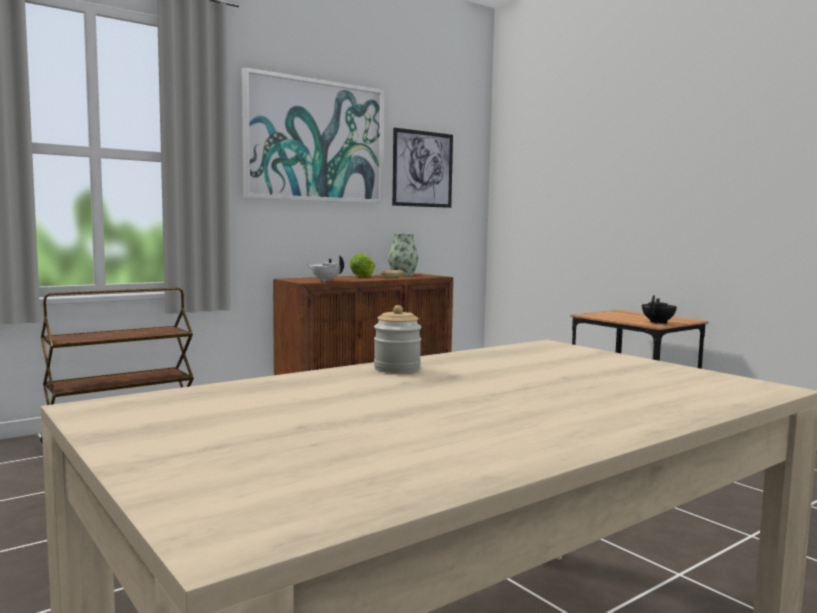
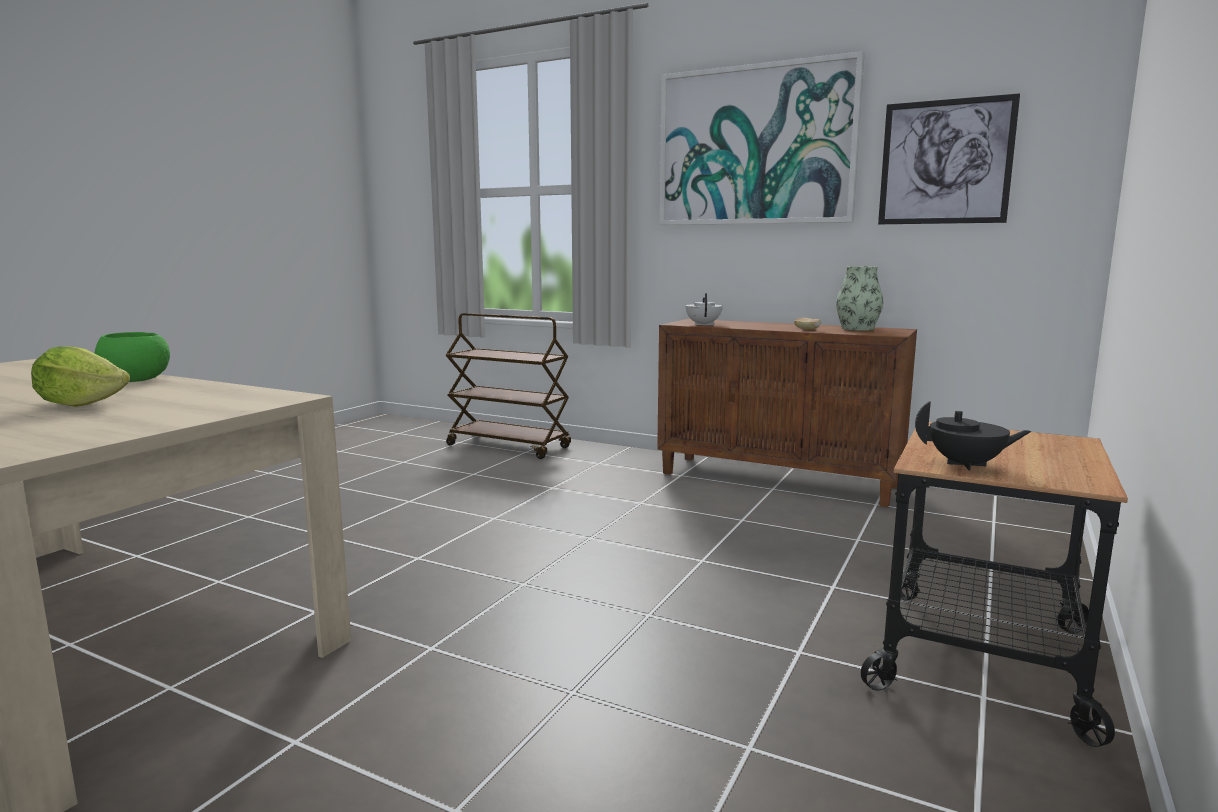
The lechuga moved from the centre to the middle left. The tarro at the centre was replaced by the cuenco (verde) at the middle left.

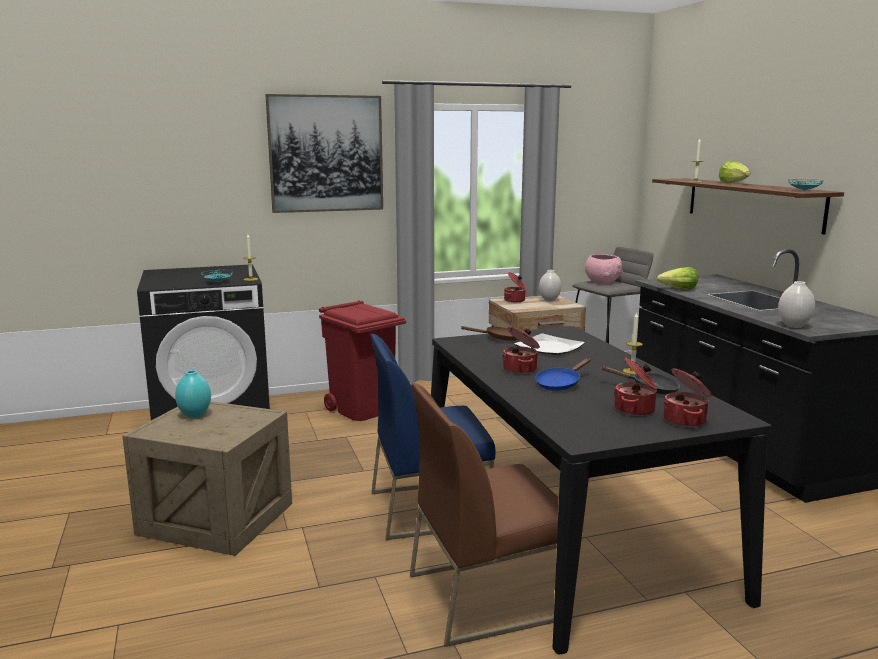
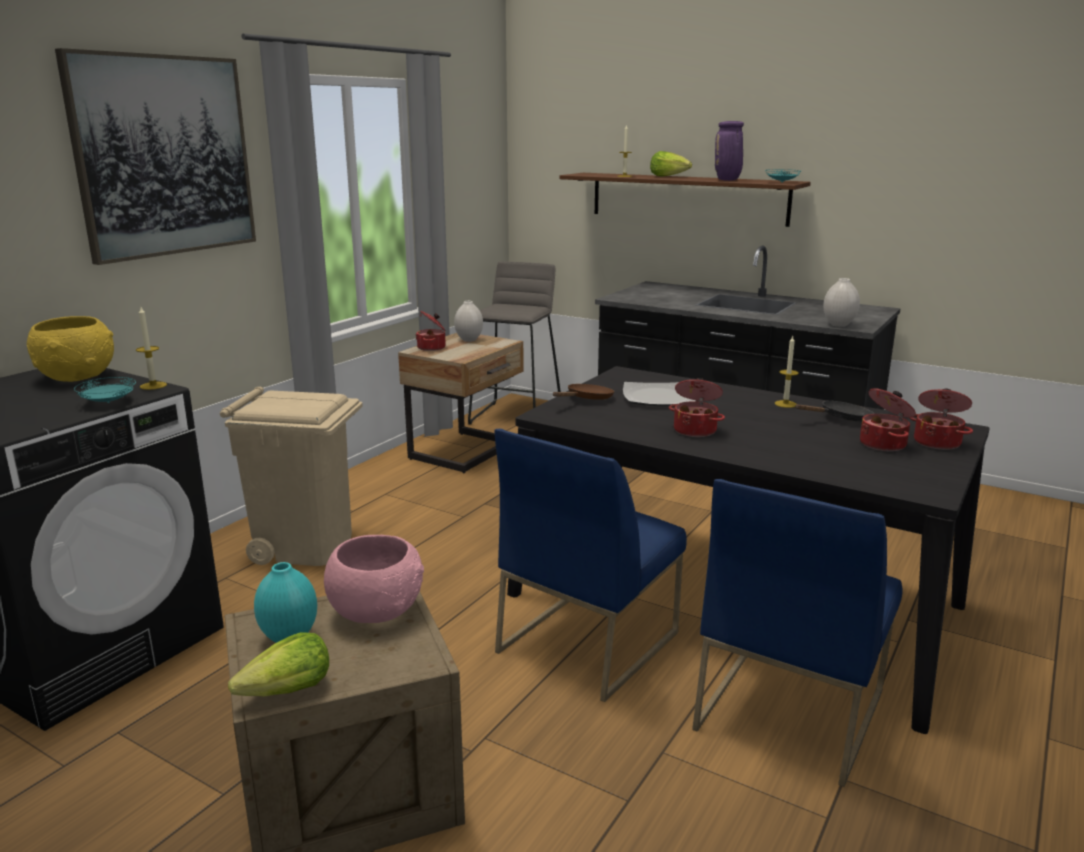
The cuenco (amarillo) at the middle left appeared. The papelera (rojo) at the centre became the papelera (beis) at the middle left. The lechuga (no. 1 from left) moved from the middle right to the bottom left. The cuenco (rosa) moved from the middle right to the bottom centre. The silla (marrón) at the bottom centre became the silla (azul) (no. 2 from left) at the bottom right. The florero (morado) at the top right appeared. The sartén (azul) at the centre disappeared.

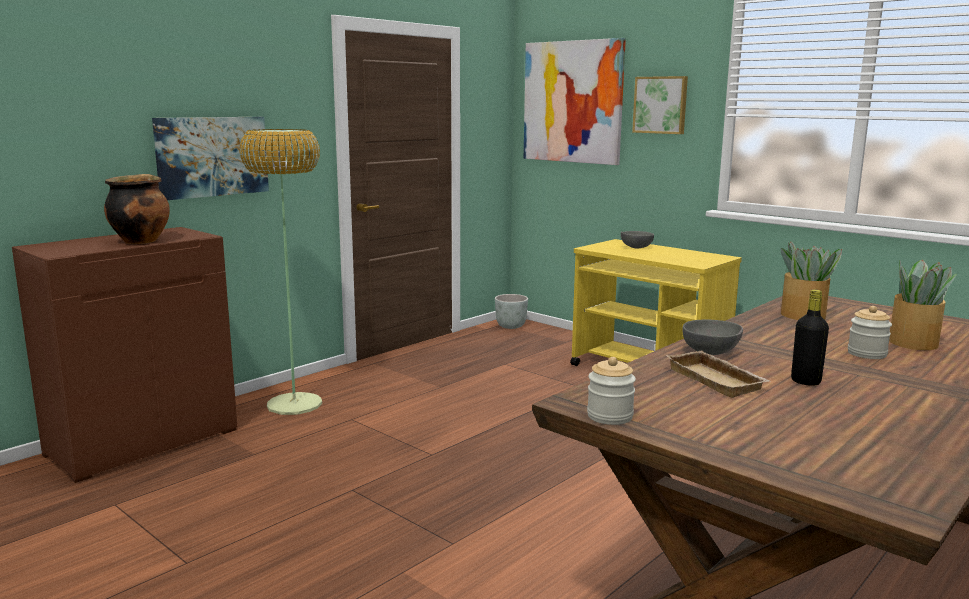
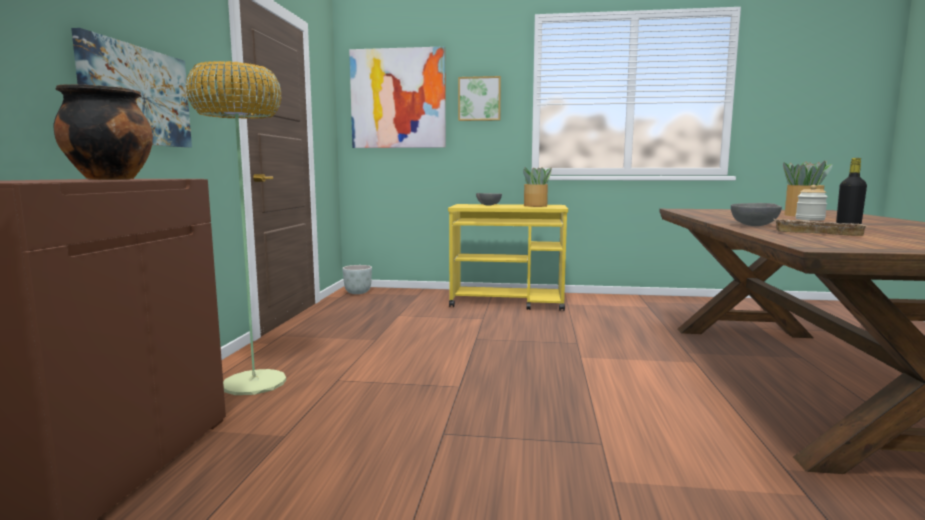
The planta en maceta (no. 1 from left) moved from the middle right to the centre. The tarro (no. 1 from left) at the centre disappeared.

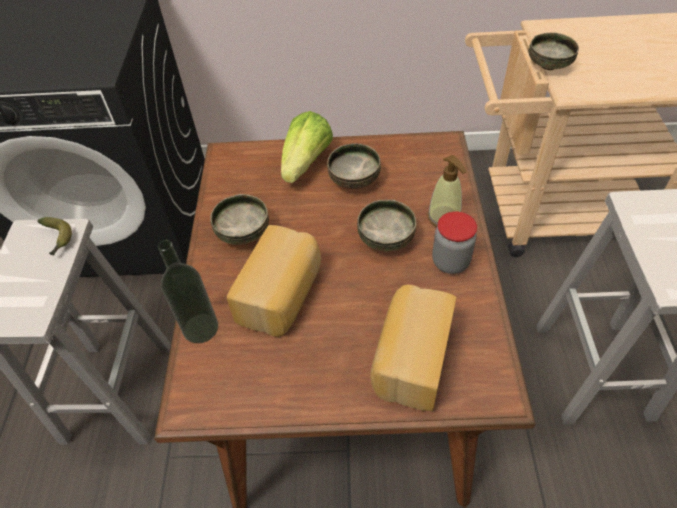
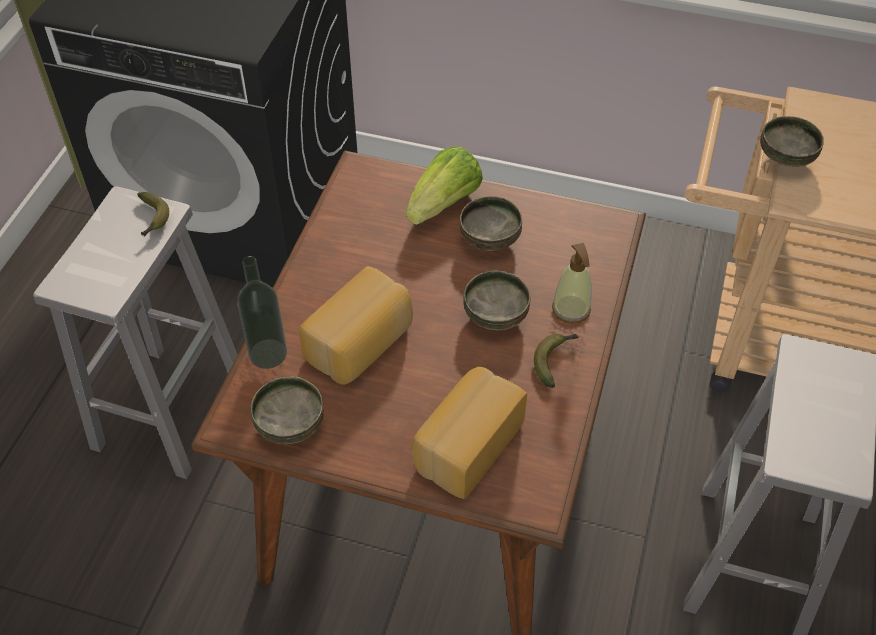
The cuenco (no. 1 from left) moved from the centre to the middle left. The tarro at the middle right was replaced by the plátano (no. 2 from left) at the centre.

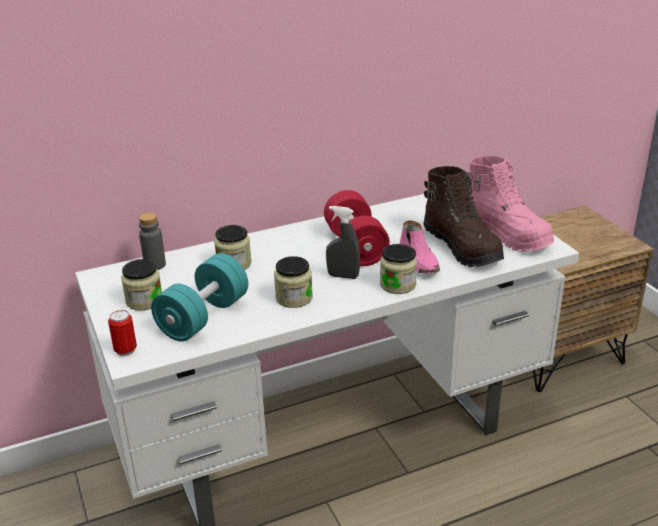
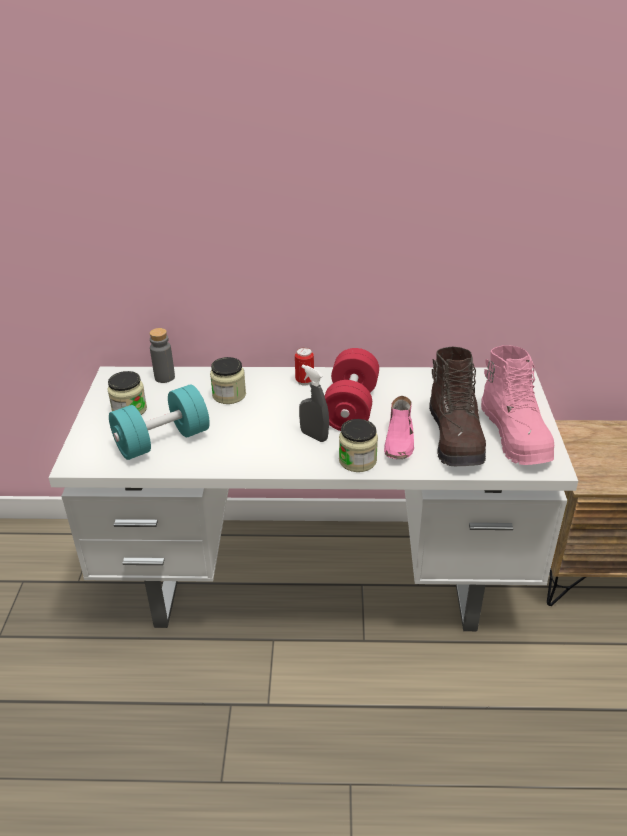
The lata moved from the middle left to the centre. The tarro (no. 3 from left) at the centre disappeared.

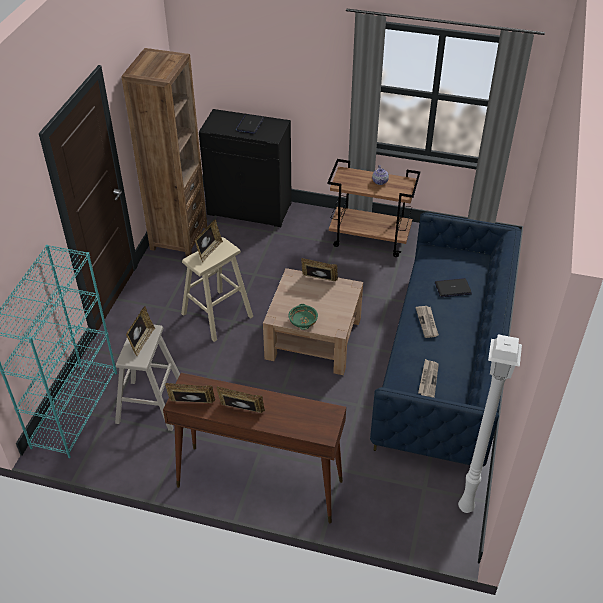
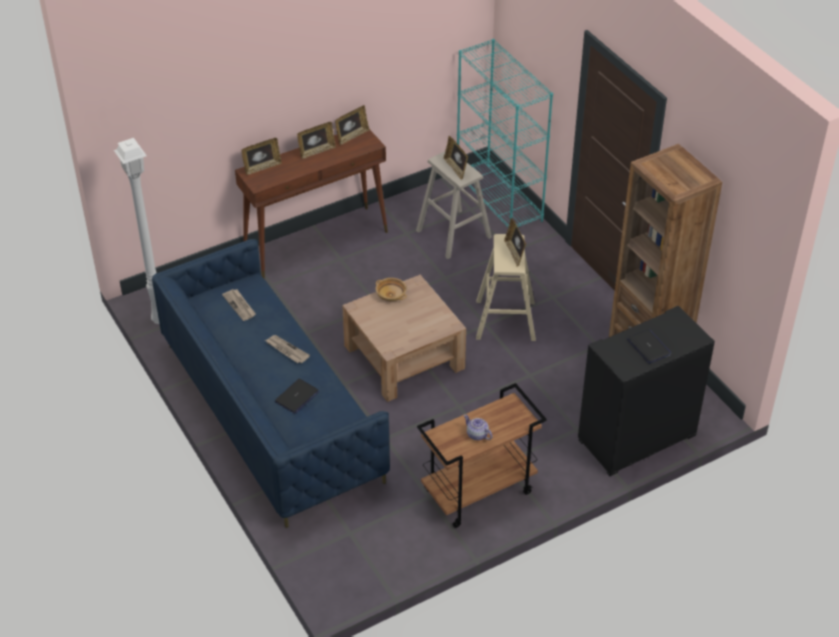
The portarretratos (no. 5 from left in the first image) moved from the centre to the top left. The cuenco (verde) at the centre became the cuenco (beis) at the centre.

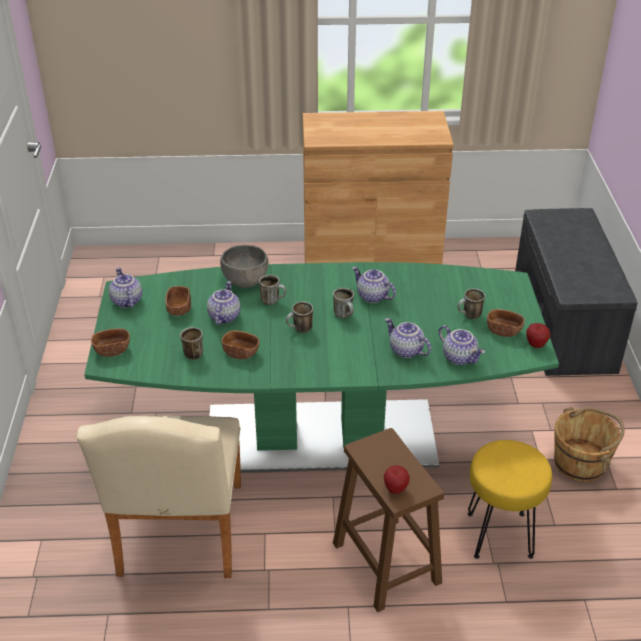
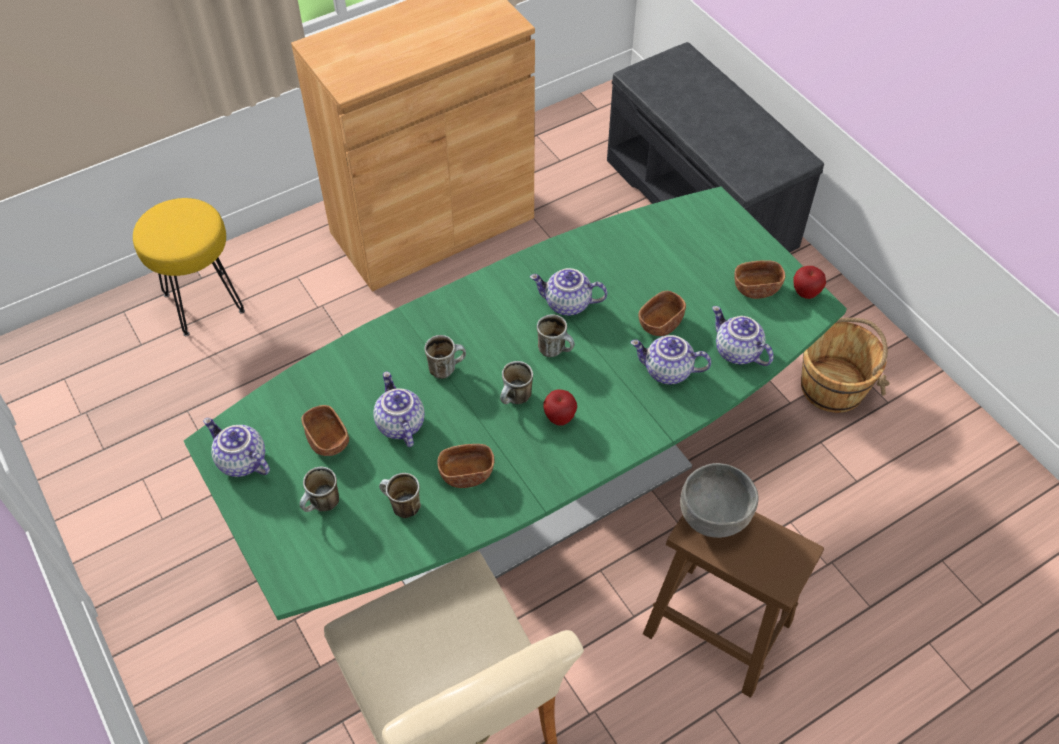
The taburete (amarillo) moved from the bottom right to the middle left. The taza grande (no. 5 from left in the first image) moved from the middle right to the middle left. The manzana (no. 1 from left) moved from the bottom centre to the centre. The cuenco (marrón) (no. 1 from left in the first image) moved from the middle left to the centre. The cuenco (gris) moved from the centre to the bottom right. The tetera (no. 5 from left) at the middle right turned 150 degrees counterclockwise.

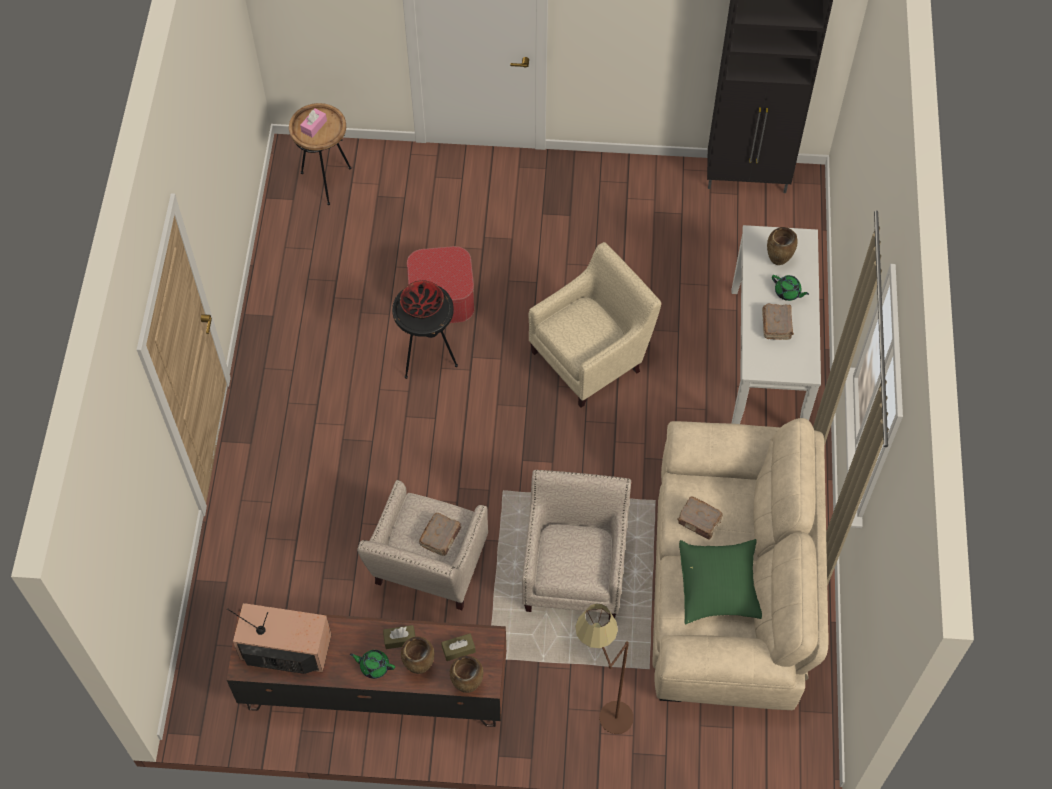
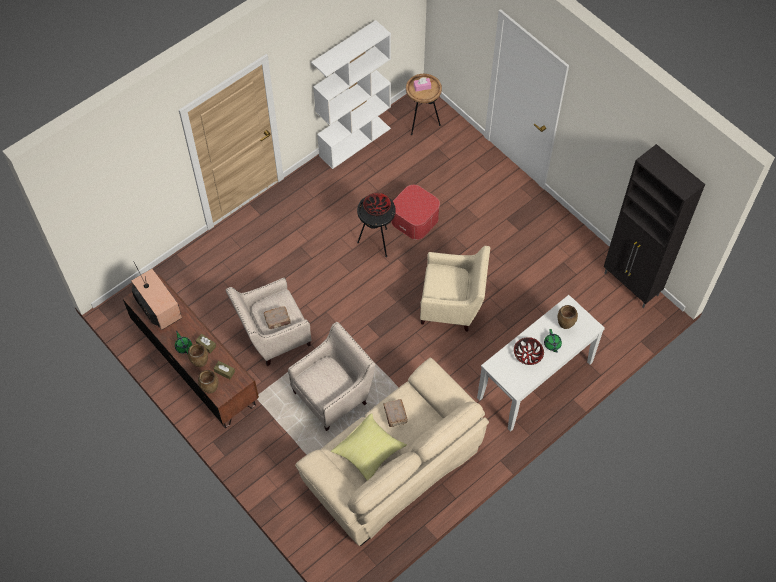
The estantería (blanco) at the top centre appeared. The cojín (verde) at the bottom right became the cojín (amarillo) at the bottom centre. The libro (marrón) (no. 3 from left) at the middle right was replaced by the cuenco (no. 2 from left) at the middle right. The lámpara de pie (marrón) at the bottom centre disappeared.

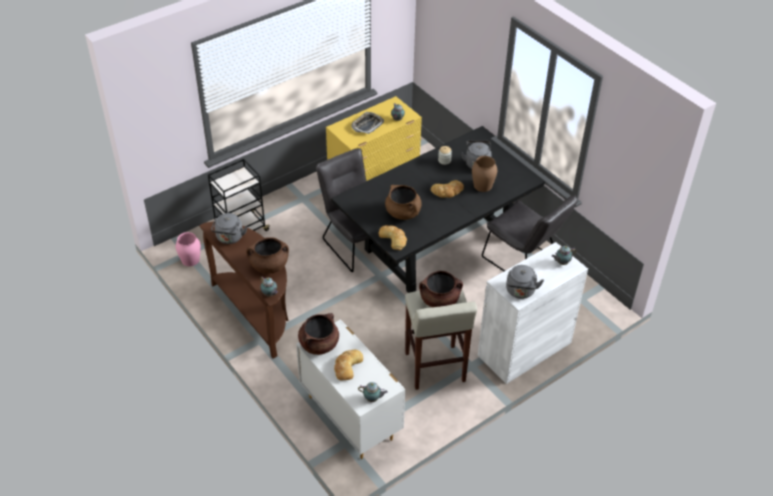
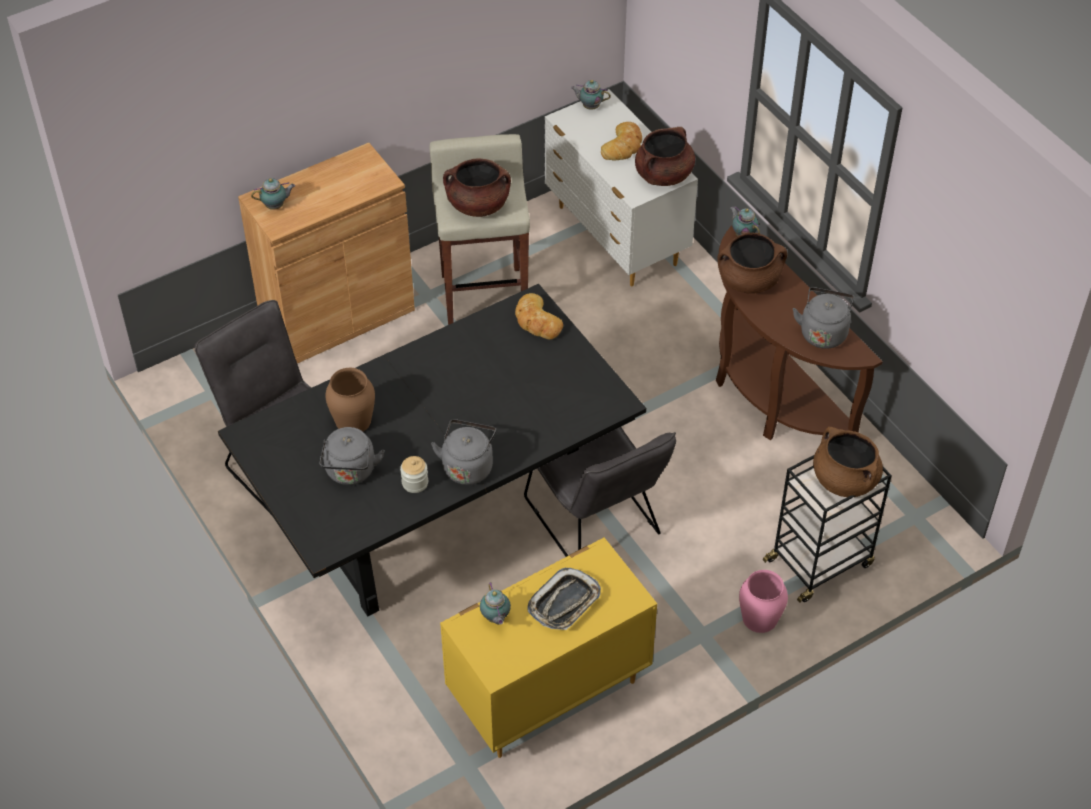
The armario (blanco) at the middle right became the armario (marrón) at the top left. The hervidor (gris) (no. 3 from left in the first image) moved from the middle right to the centre. The florero (rosa) moved from the middle left to the bottom right. The olla (marrón) (no. 3 from left in the first image) moved from the centre to the middle right. The pan (no. 3 from left) at the centre disappeared.

